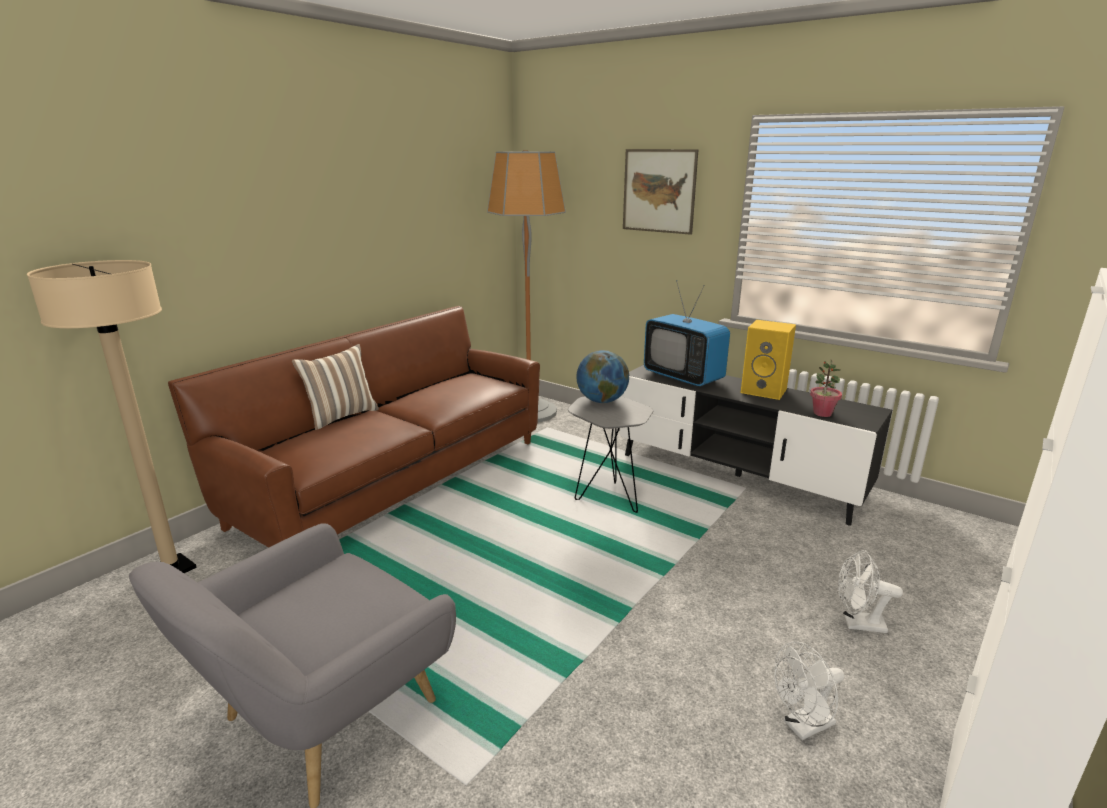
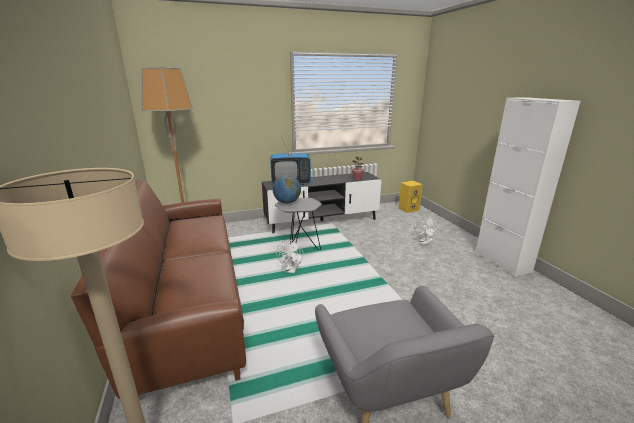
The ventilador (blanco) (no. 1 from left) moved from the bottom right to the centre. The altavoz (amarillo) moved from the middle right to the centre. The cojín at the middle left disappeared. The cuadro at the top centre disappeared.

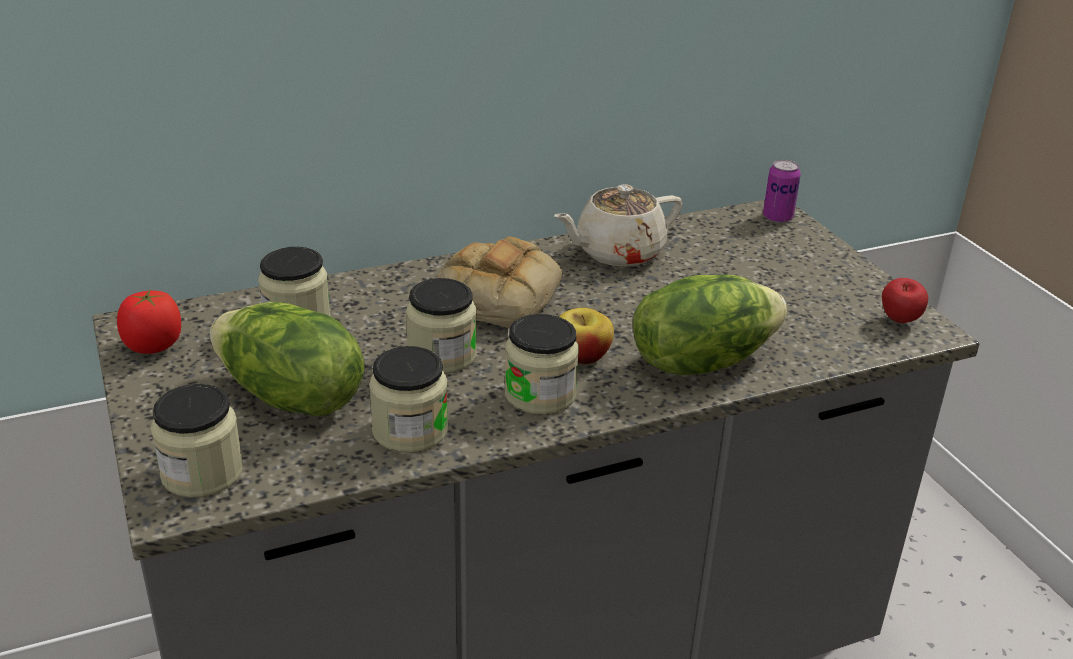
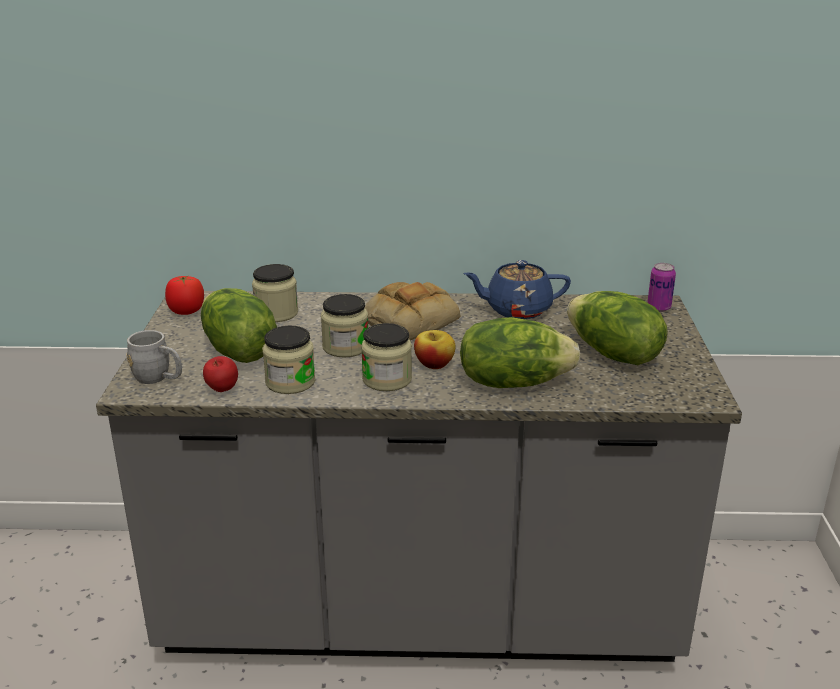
The tarro (no. 1 from left) at the bottom left was replaced by the taza grande (gris) at the middle left. The manzana (no. 2 from left in the first image) moved from the middle right to the middle left. The tetera (beis) at the centre became the tetera (azul) at the centre. The lechuga (no. 3 from left) at the middle right appeared.

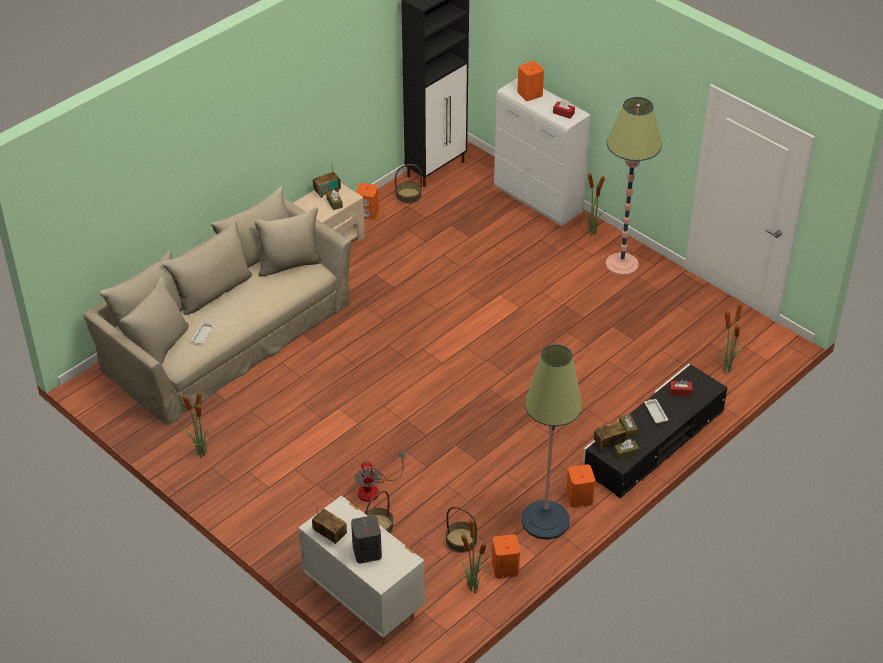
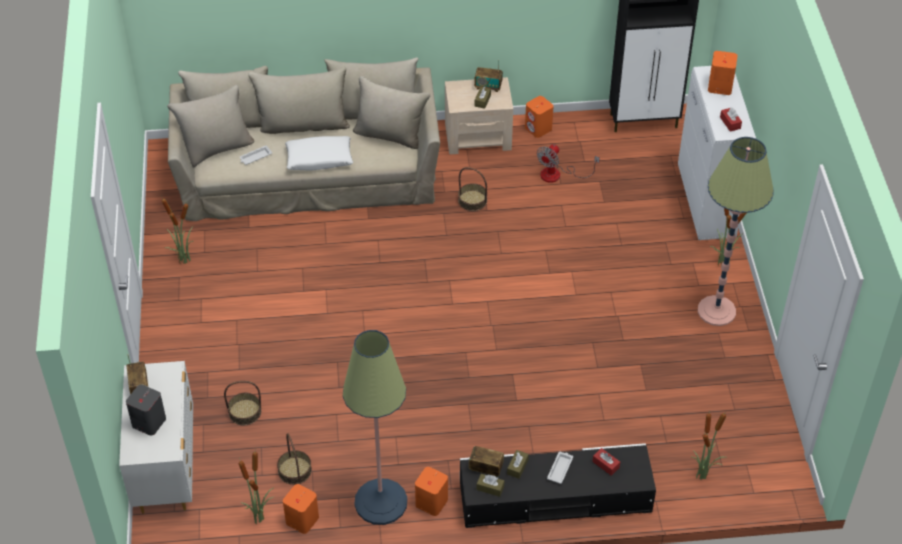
The cojín (blanco) at the top centre appeared. The cesta (no. 2 from left in the first image) moved from the top centre to the centre. The ventilador moved from the bottom centre to the top centre.

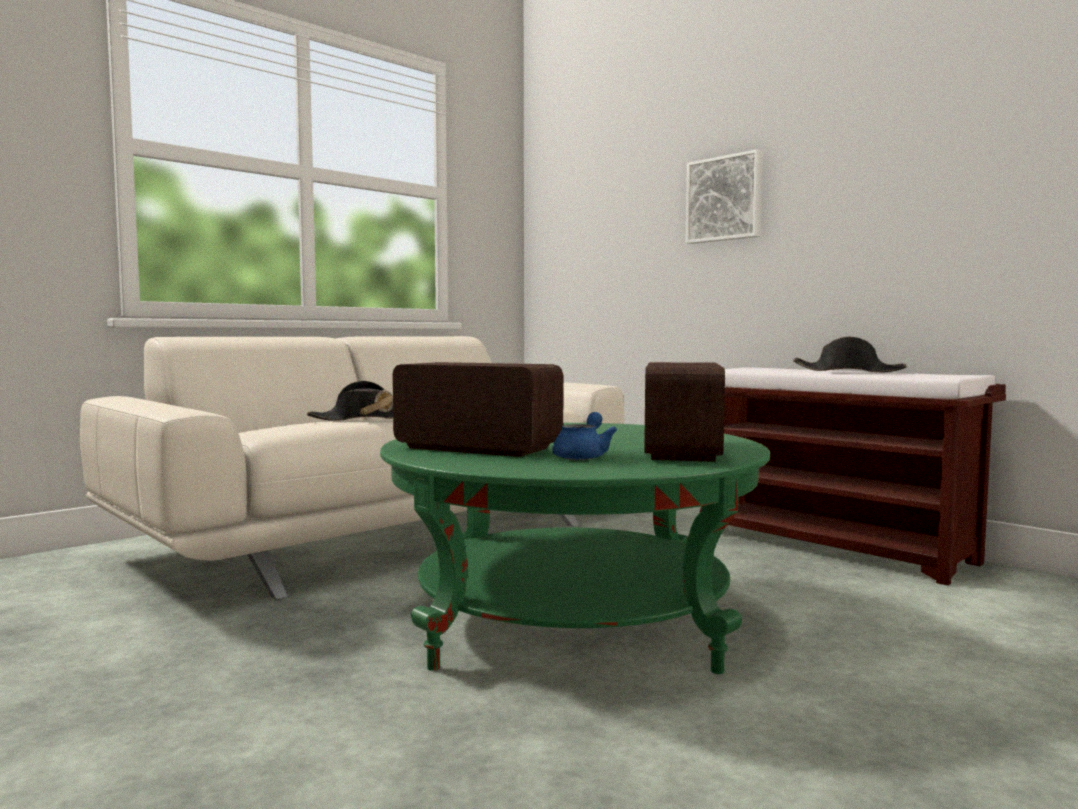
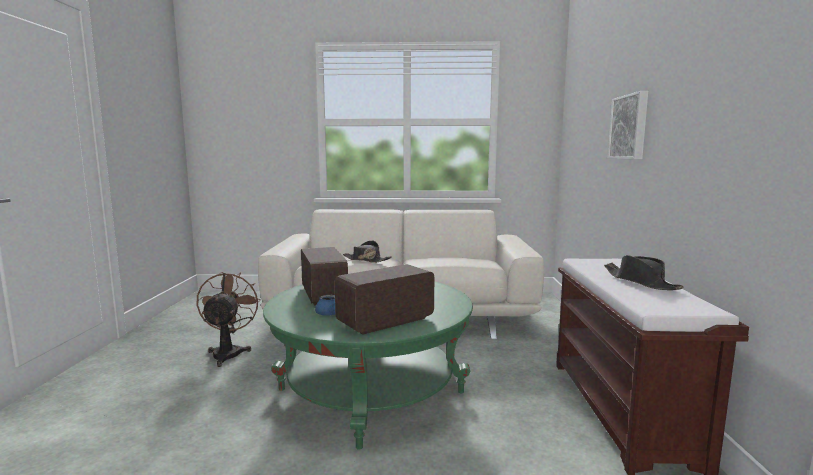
The ventilador (marrón) at the bottom left appeared.

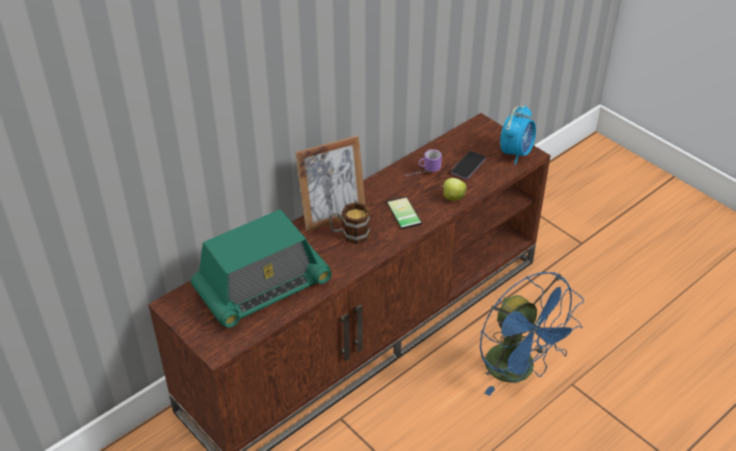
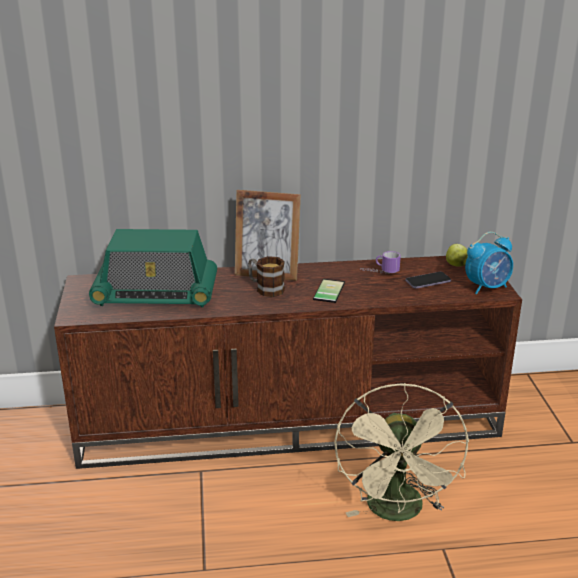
The ventilador (azul) at the bottom right became the ventilador (beis) at the bottom right. The manzana moved from the centre to the middle right.

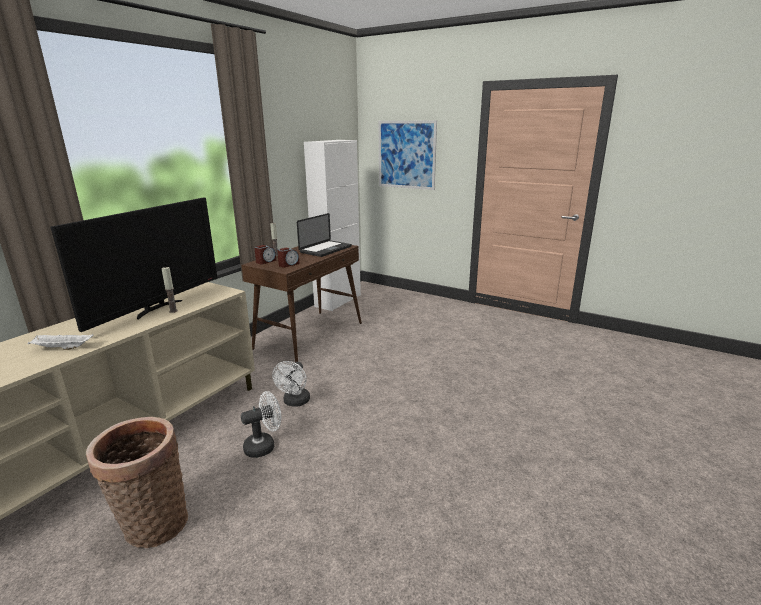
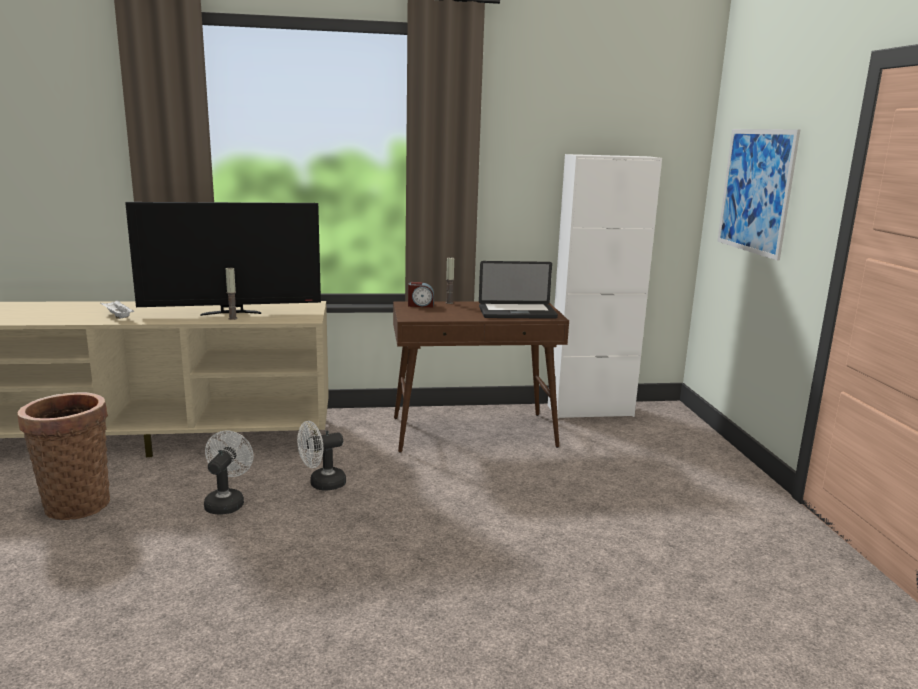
The ventilador (blanco) (no. 1 from left) at the bottom centre turned 105 degrees counterclockwise. The despertador (no. 2 from left) at the centre disappeared.

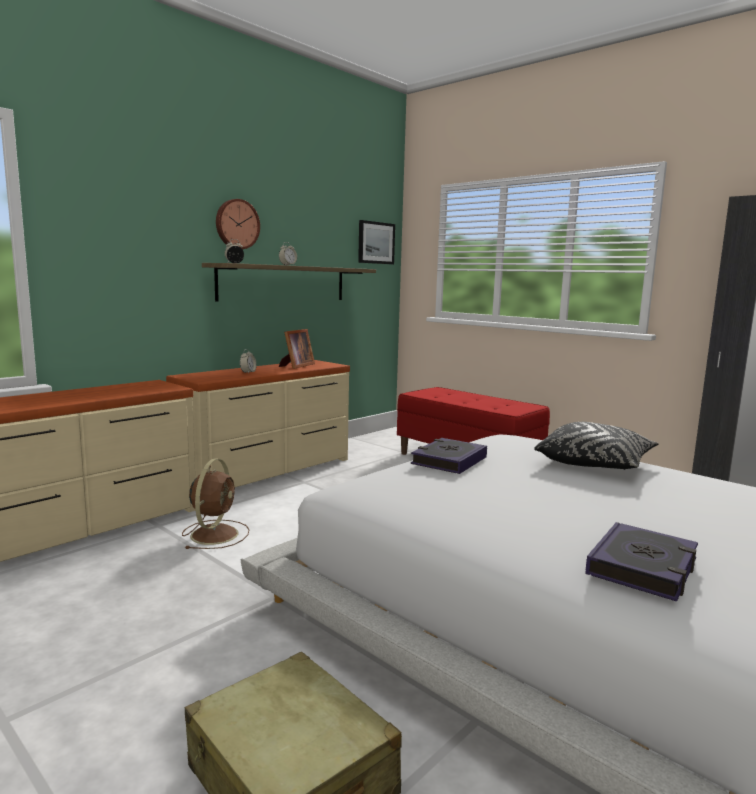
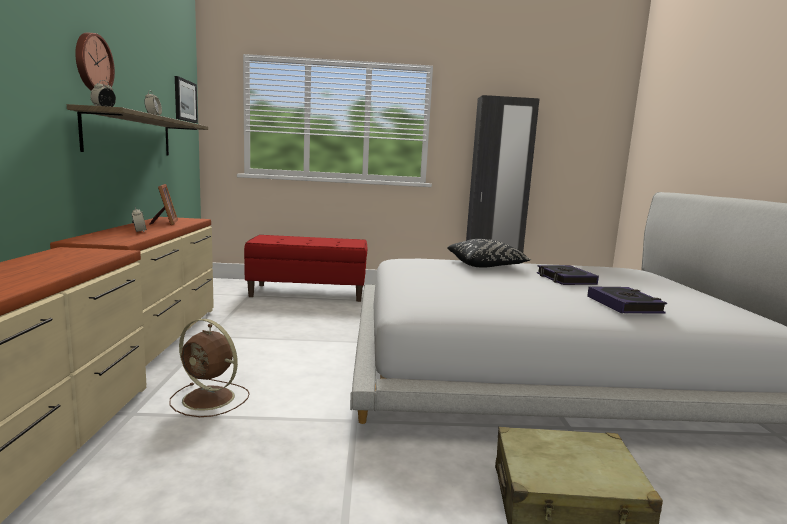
The ventilador (marrón) at the middle left turned 150 degrees clockwise. The libro (no. 1 from left) moved from the centre to the middle right.

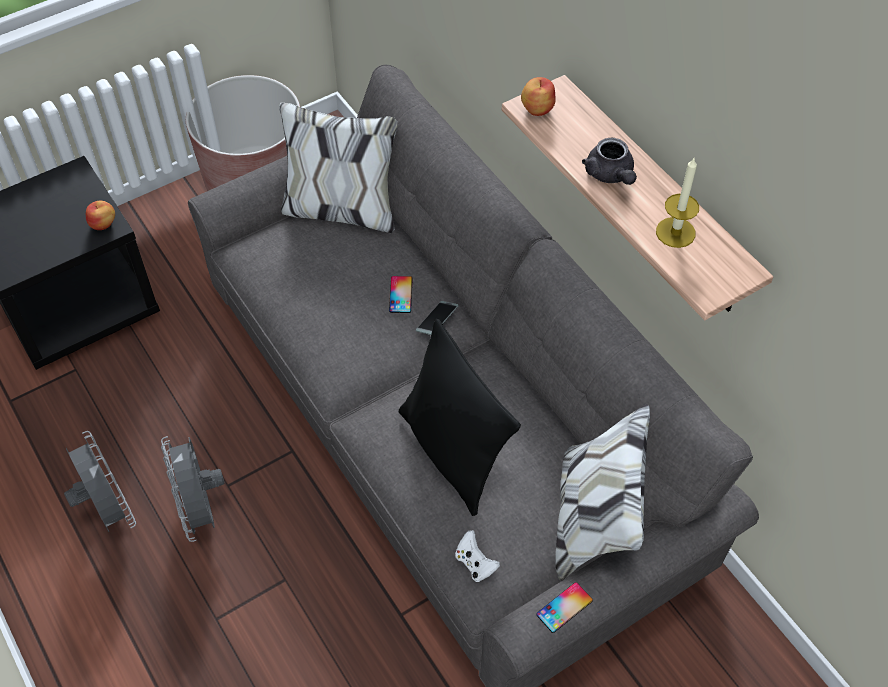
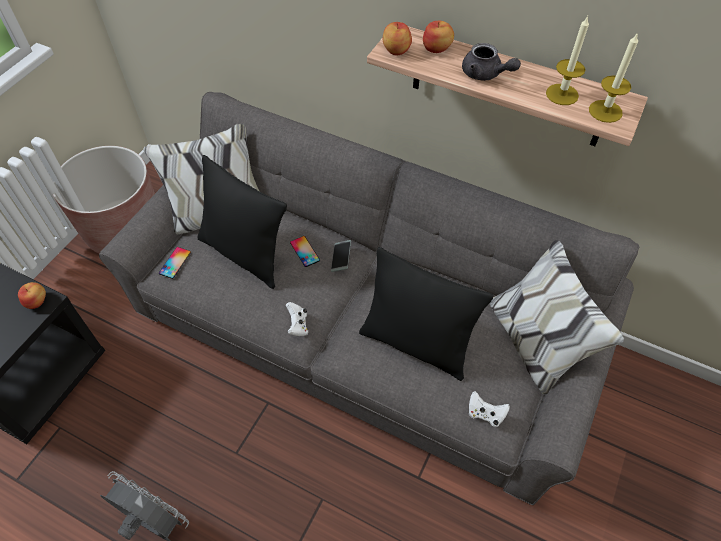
The móvil (no. 3 from left in the first image) moved from the bottom centre to the middle left. The cojín (negro) (no. 1 from left) at the centre appeared. The mando de consola (blanco) (no. 1 from left) at the centre appeared. The manzana (no. 3 from left) at the top centre appeared. The vela (no. 2 from left) at the top right appeared. The ventilador (gris) (no. 2 from left) at the bottom left disappeared.

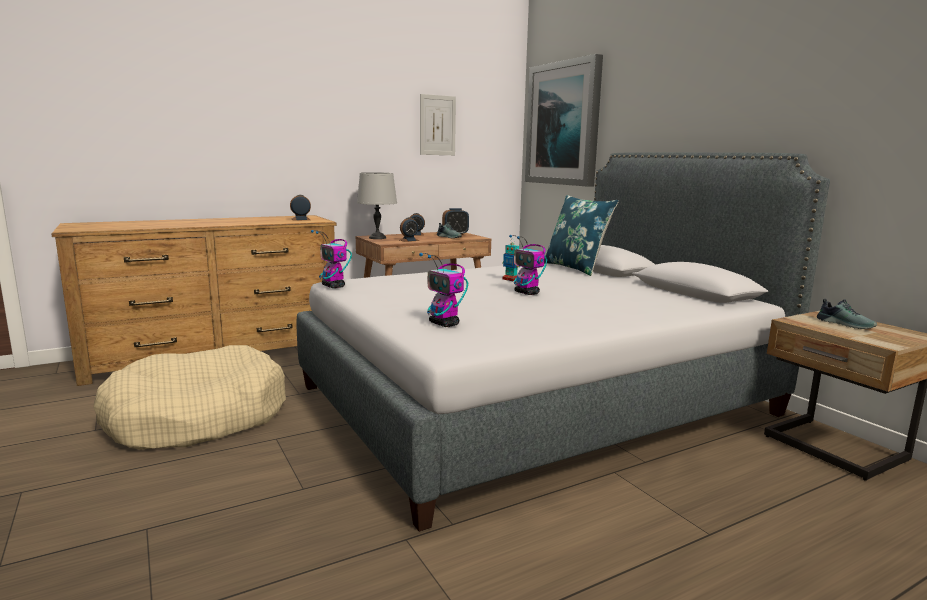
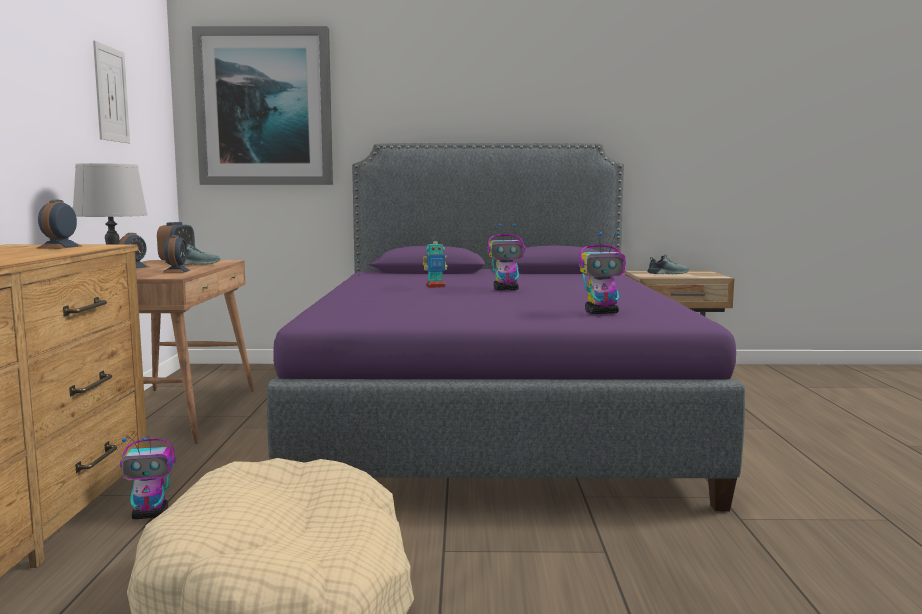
The robot de juguete (no. 1 from left) moved from the centre to the bottom left. The cama (gris) at the centre became the cama (morado) at the centre. The cojín (azul) at the centre disappeared.

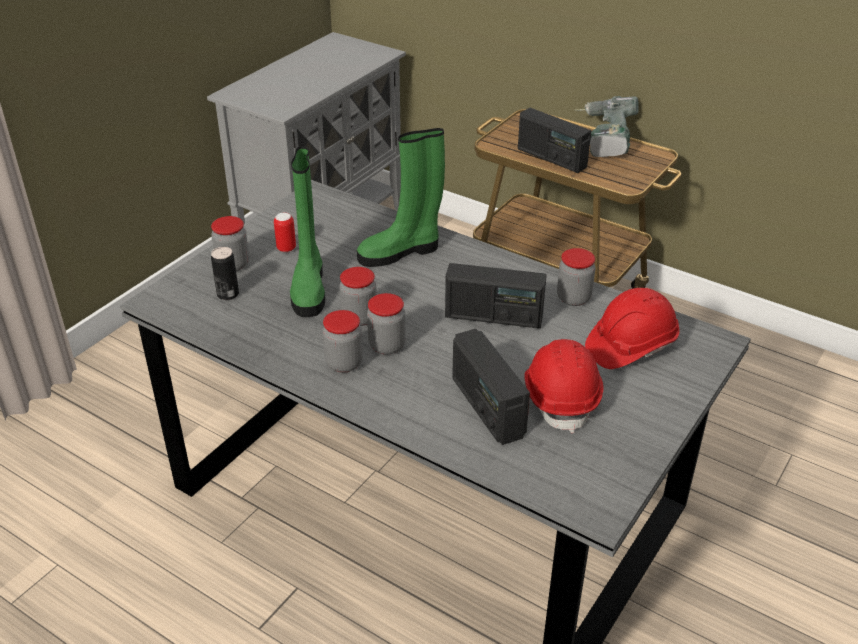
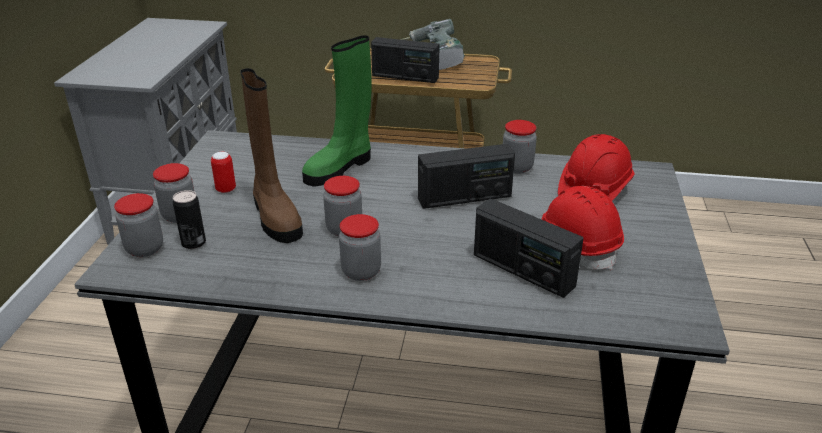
The tarro (no. 4 from left in the first image) moved from the centre to the middle left. The bota (verde) (no. 1 from left) at the centre became the bota (marrón) at the middle left.

